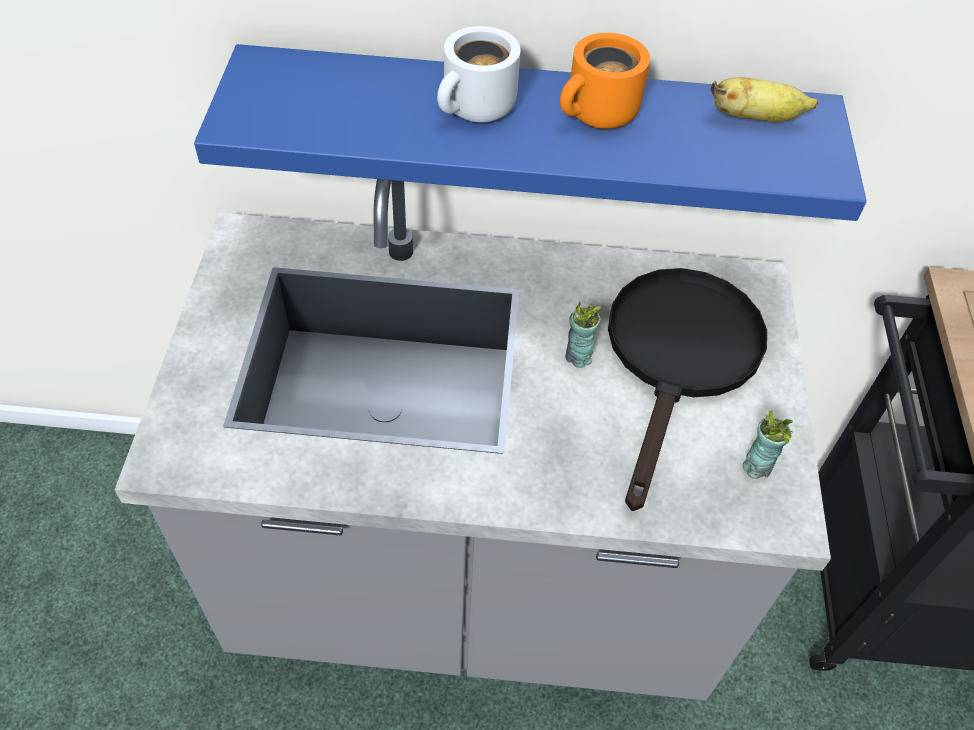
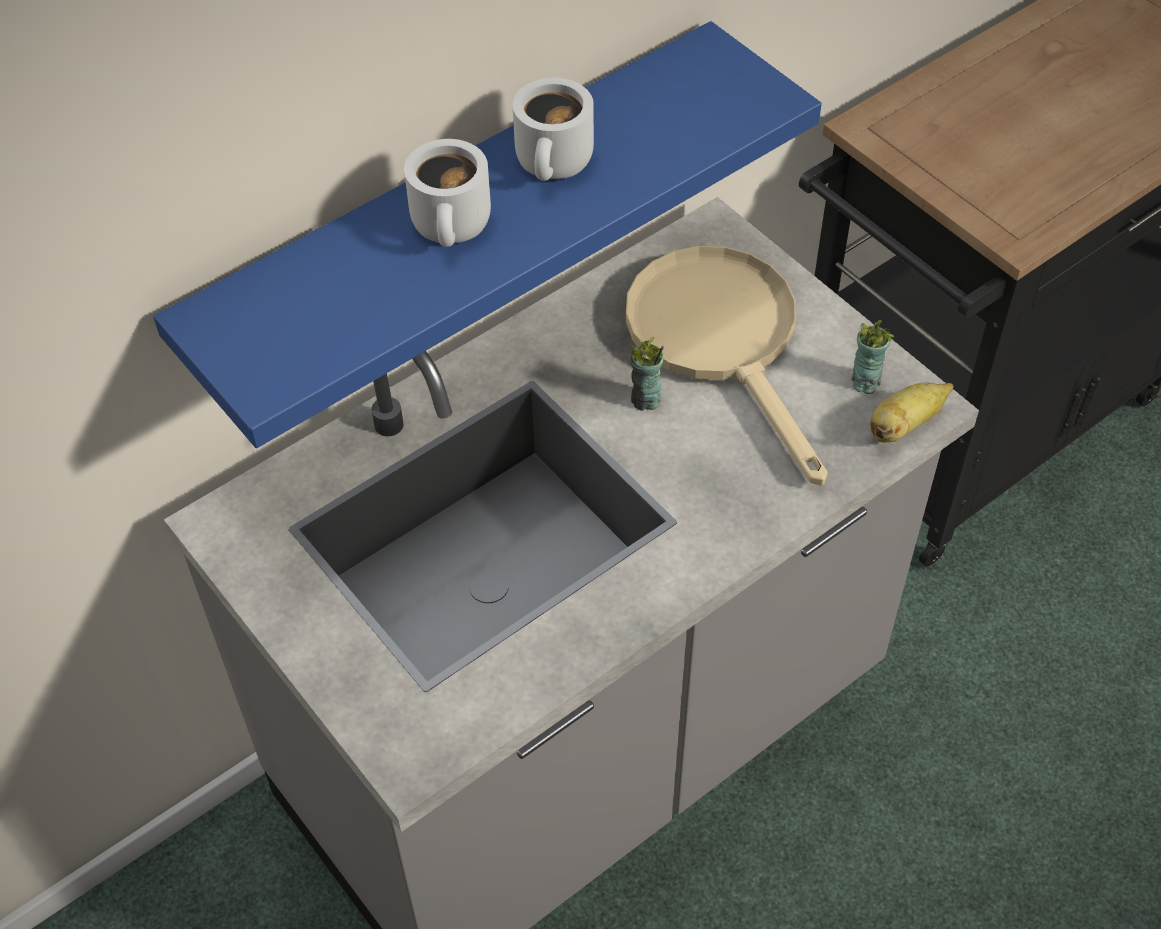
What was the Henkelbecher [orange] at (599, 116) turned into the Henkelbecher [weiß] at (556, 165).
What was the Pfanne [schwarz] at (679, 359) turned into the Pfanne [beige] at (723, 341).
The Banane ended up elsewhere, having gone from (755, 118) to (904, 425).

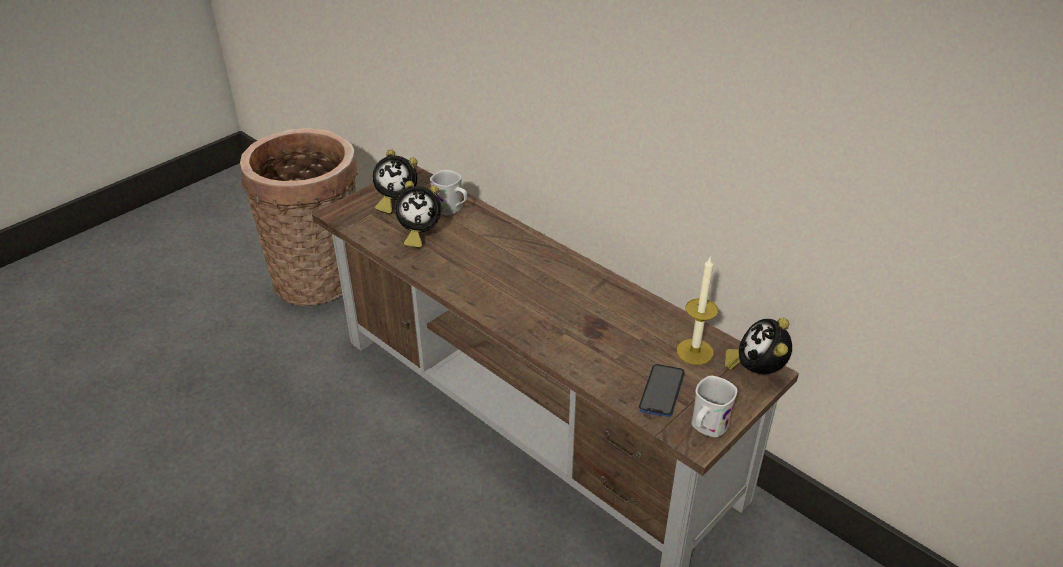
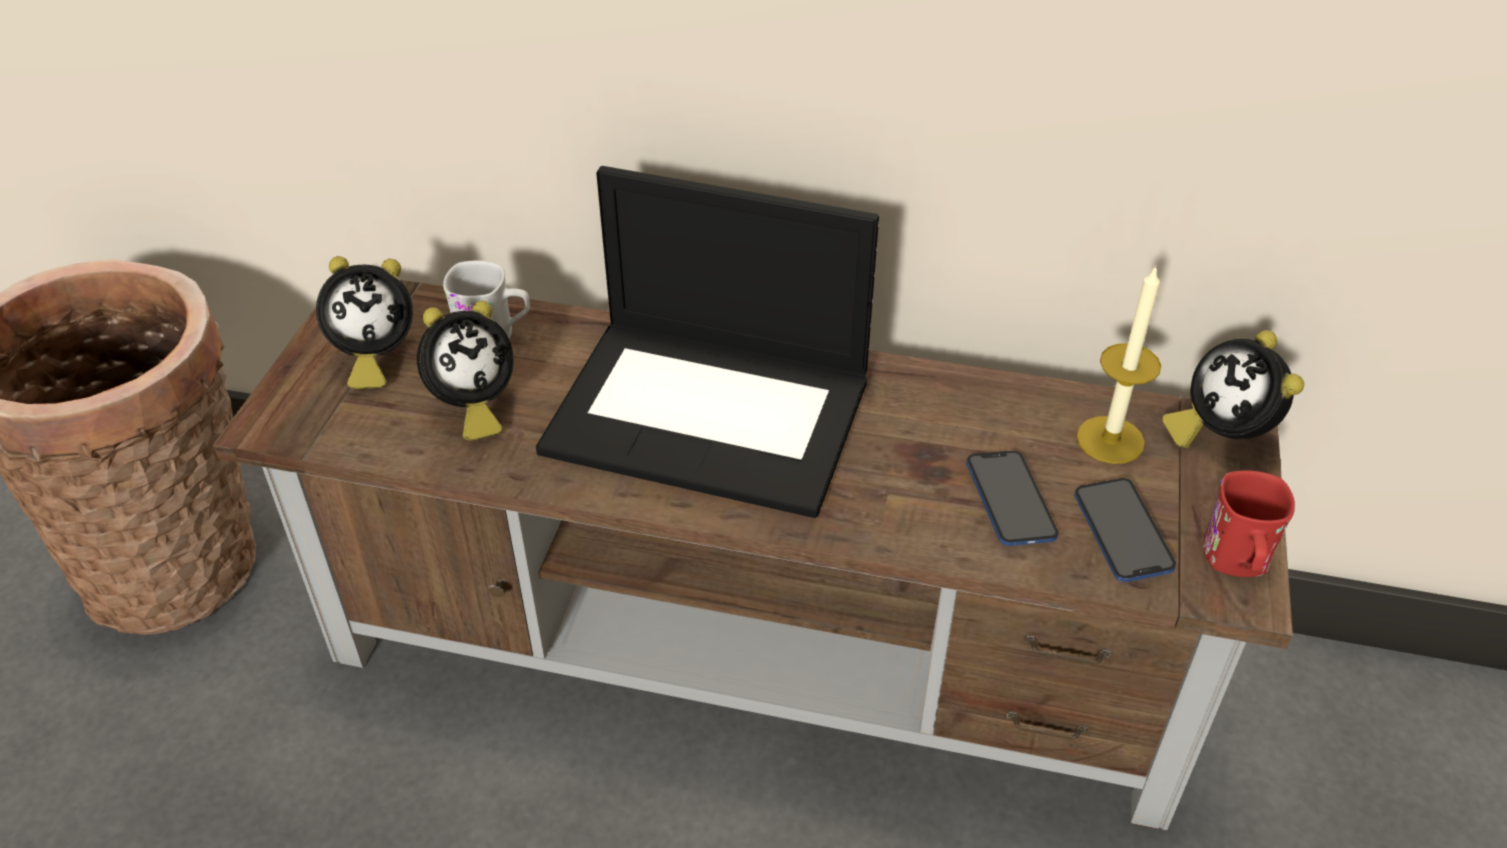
What was the Henkelbecher [weiß] at (707, 427) turned into the Henkelbecher [rot] at (1237, 563).
The second view gained the Laptop at (712, 414).
The second view gained the Handy at (1010, 500).

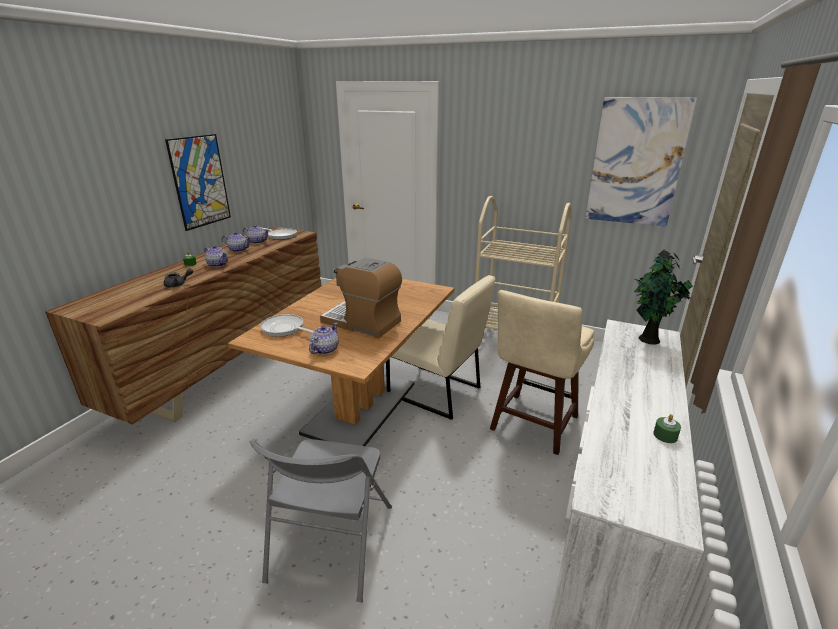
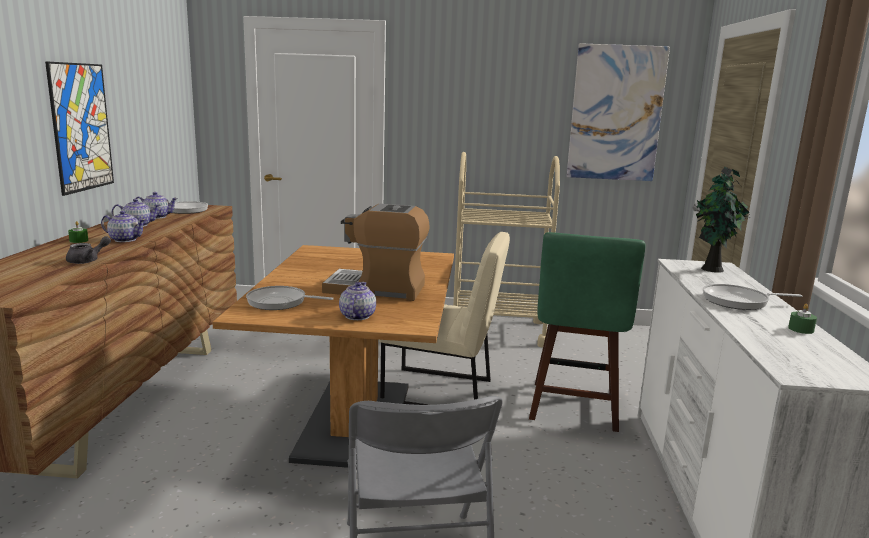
What was the Hocker [beige] at (533, 424) turned into the Hocker [grün] at (573, 408).
The second view gained the Pfanne at (739, 301).

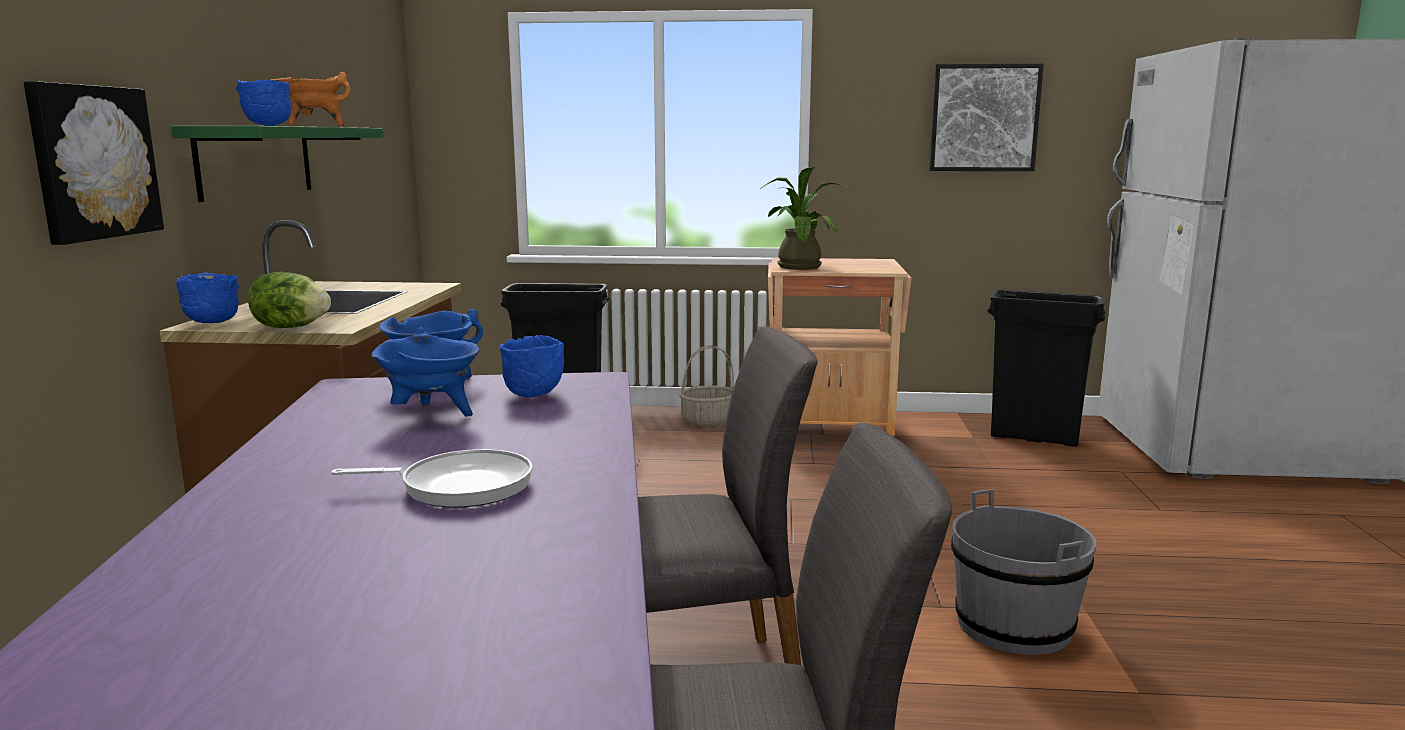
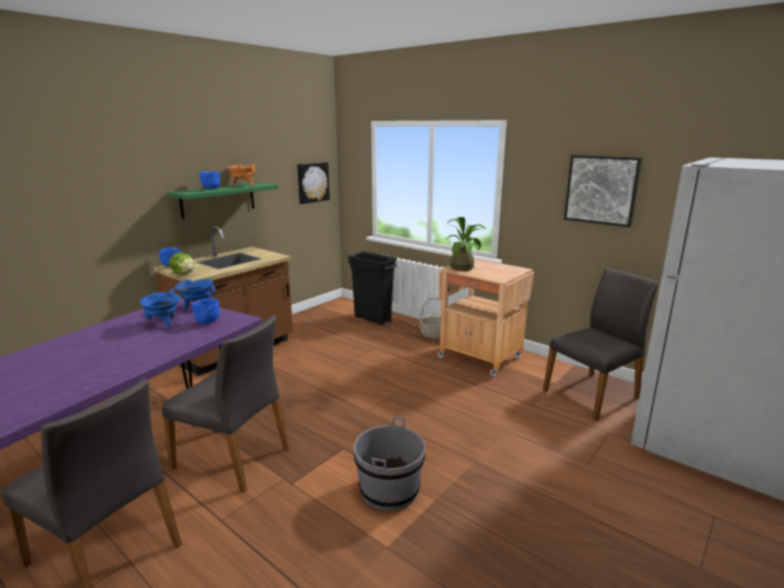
The Bild ended up elsewhere, having gone from (92, 162) to (312, 182).
The second view lost the Pfanne at (459, 487).
Where the Mülleimer [schwarz] stood at (1035, 438), the Stuhl [grau] came to stand at (592, 394).

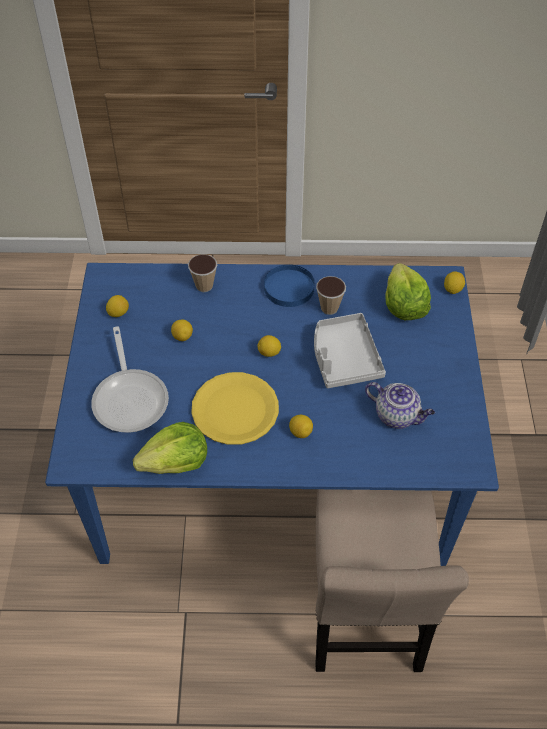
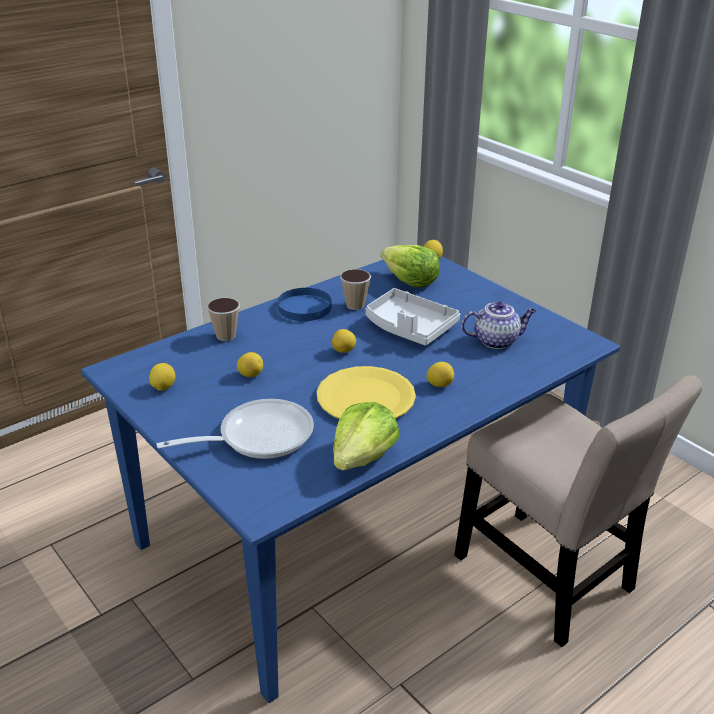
The Pfanne at (130, 398) ended up facing another way, 60 degrees counterclockwise from before.

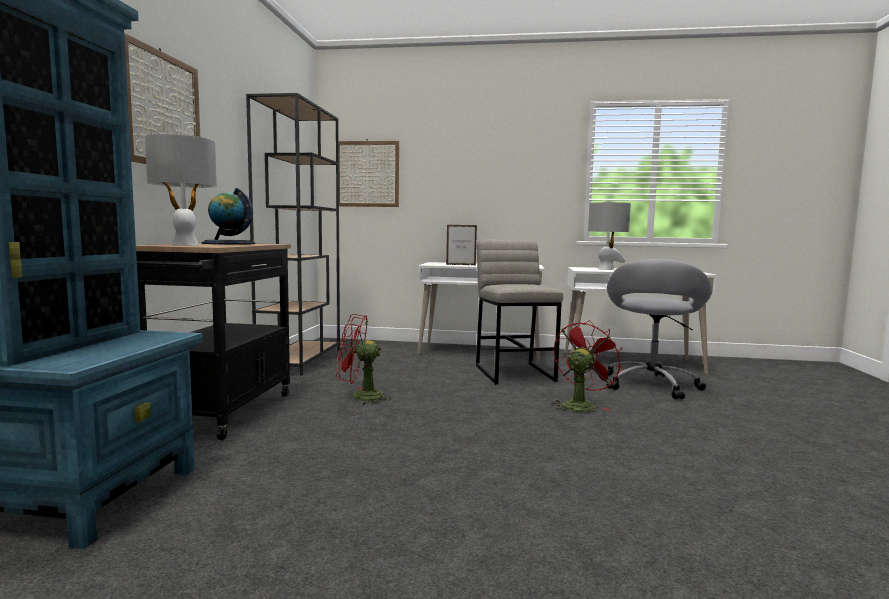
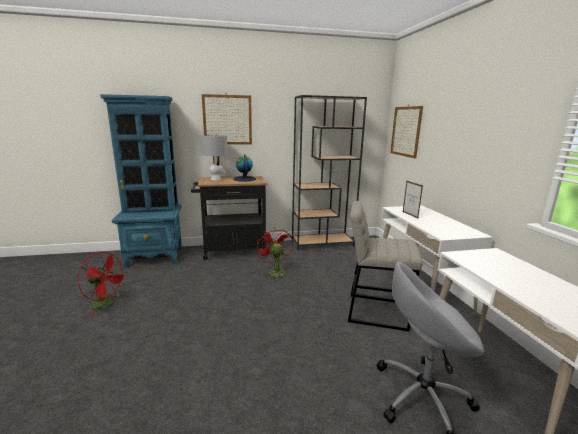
The Stuhl [grau] at (513, 372) ended up facing another way, 135 degrees counterclockwise from before.
The Ventilator [rot] ended up elsewhere, having gone from (580, 405) to (106, 304).
The second view lost the Tischlampe [grau] at (606, 269).

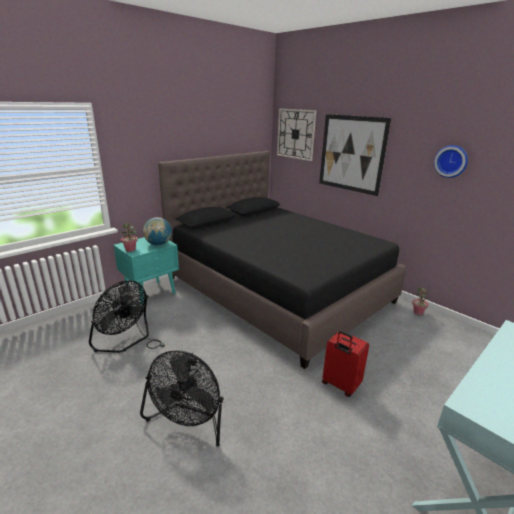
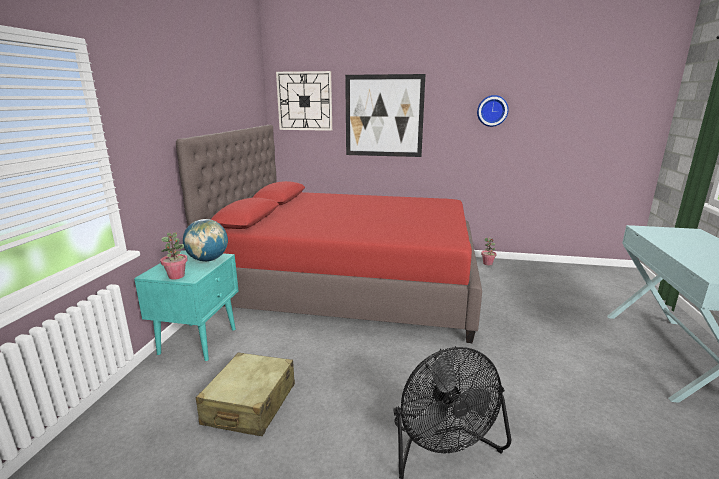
Where the Ventilator [schwarz] stood at (131, 340), the Koffer [beige] came to stand at (250, 404).
What was the Bett [schwarz] at (277, 289) turned into the Bett [rot] at (350, 284).
The second view lost the Koffer [rot] at (340, 385).

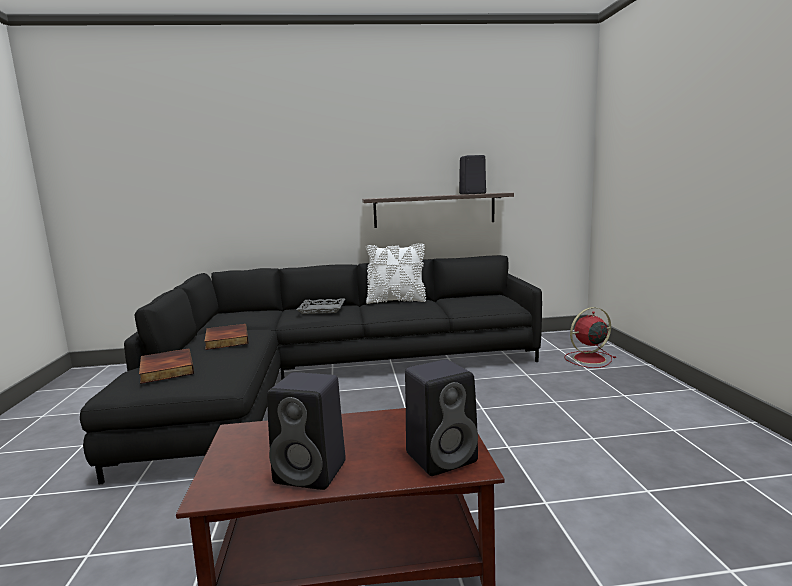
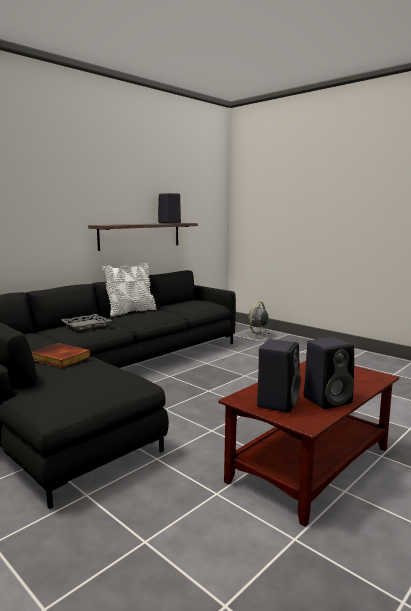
The second view lost the Buch at (165, 369).
The Lautsprecher [schwarz] ended up elsewhere, having gone from (443, 457) to (277, 403).
What was the Ventilator [rot] at (588, 359) turned into the Ventilator [grau] at (256, 337).

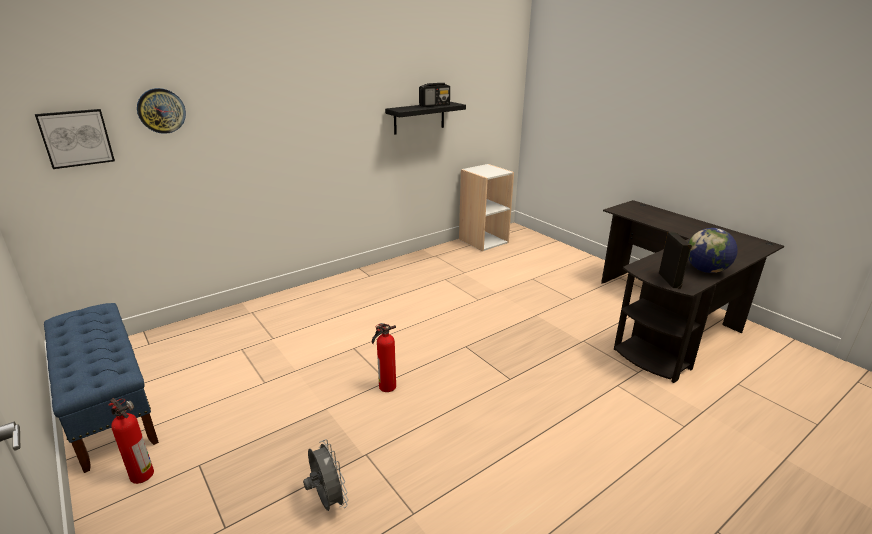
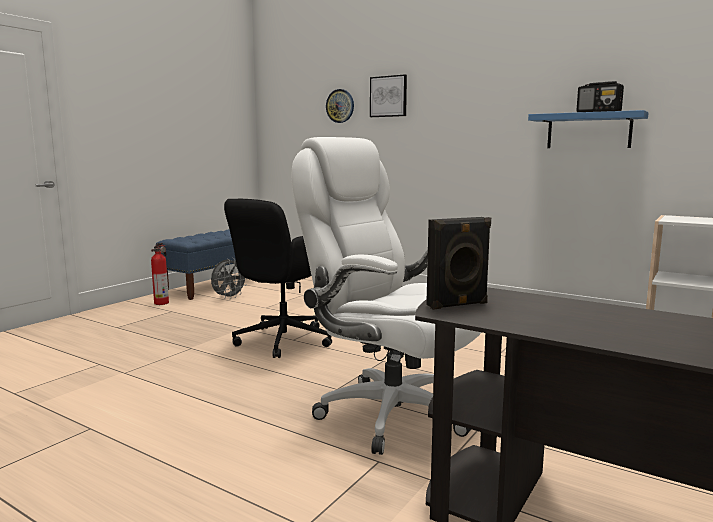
The Bild ended up elsewhere, having gone from (76, 138) to (388, 96).
The Ventilator [grau] ended up elsewhere, having gone from (327, 500) to (229, 297).
Where the Feuerlöscher stood at (386, 387), the Bürostuhl [schwarz] came to stand at (284, 340).
What was the Wandregal [schwarz] at (419, 118) turned into the Wandregal [blau] at (588, 131).
The second view lost the Globus at (706, 270).
The second view gained the Bürostuhl [weiß] at (389, 413).

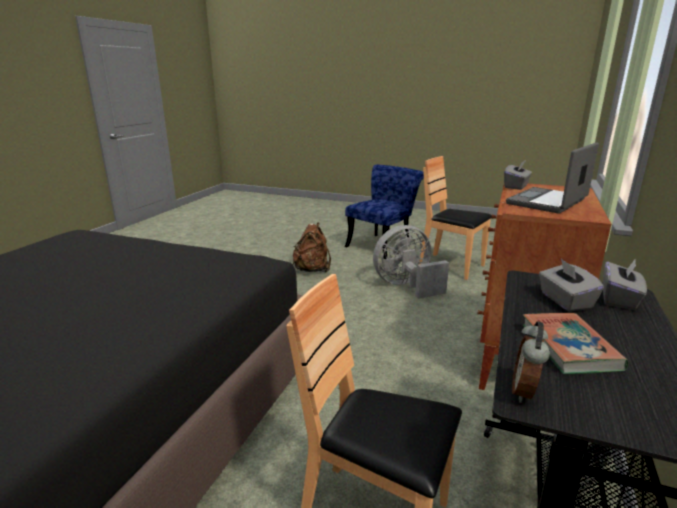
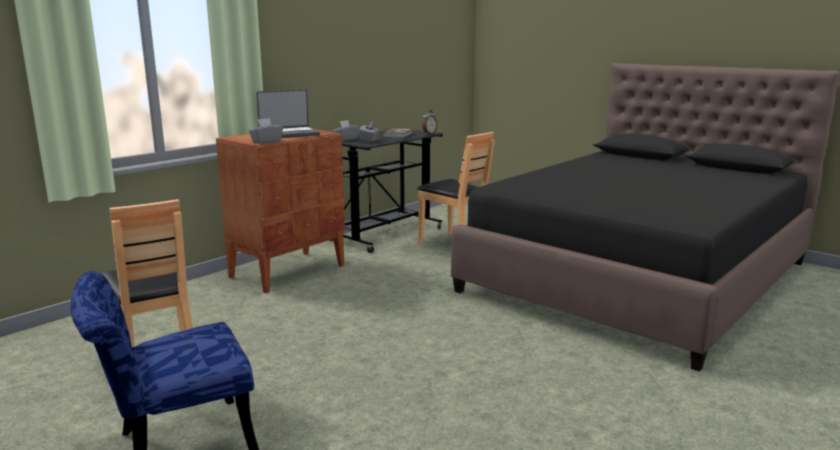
The second view lost the Rucksack [braun] at (312, 270).
The second view lost the Ventilator [grau] at (406, 286).

